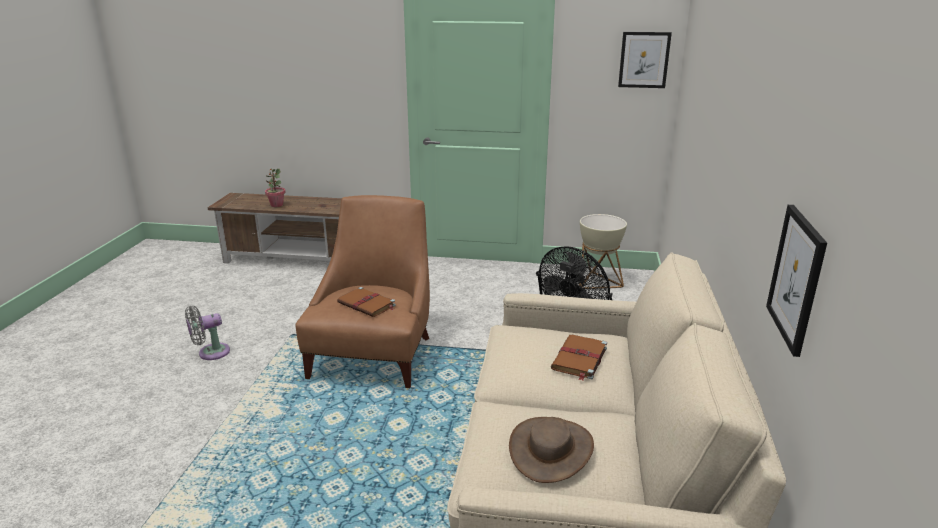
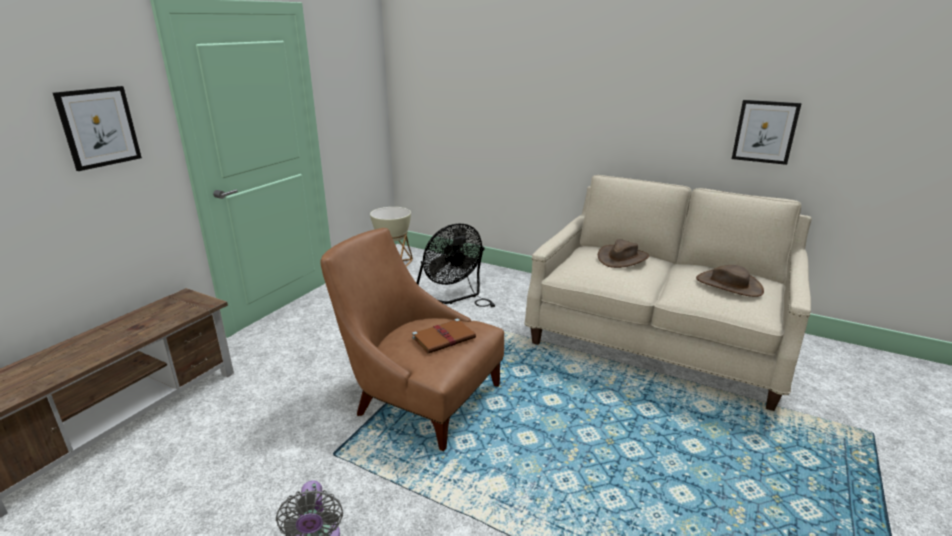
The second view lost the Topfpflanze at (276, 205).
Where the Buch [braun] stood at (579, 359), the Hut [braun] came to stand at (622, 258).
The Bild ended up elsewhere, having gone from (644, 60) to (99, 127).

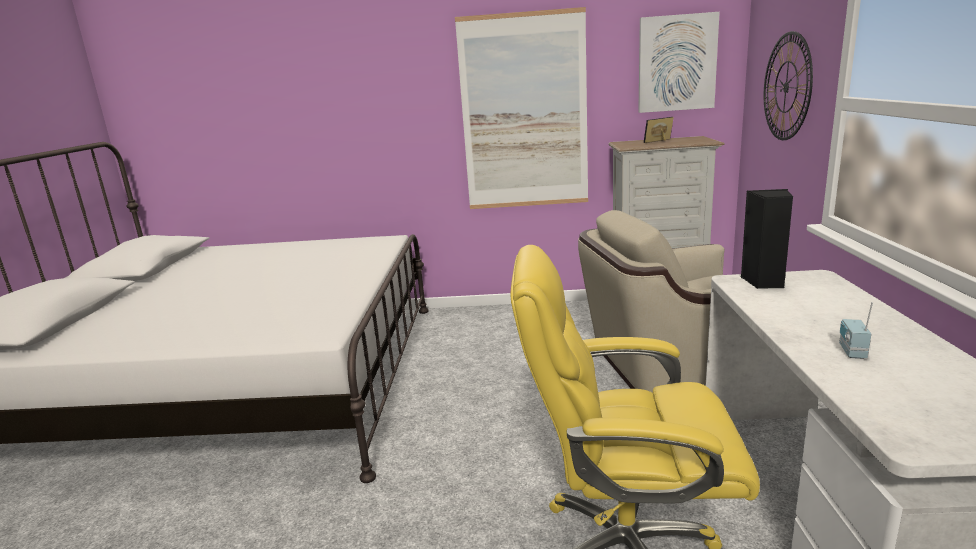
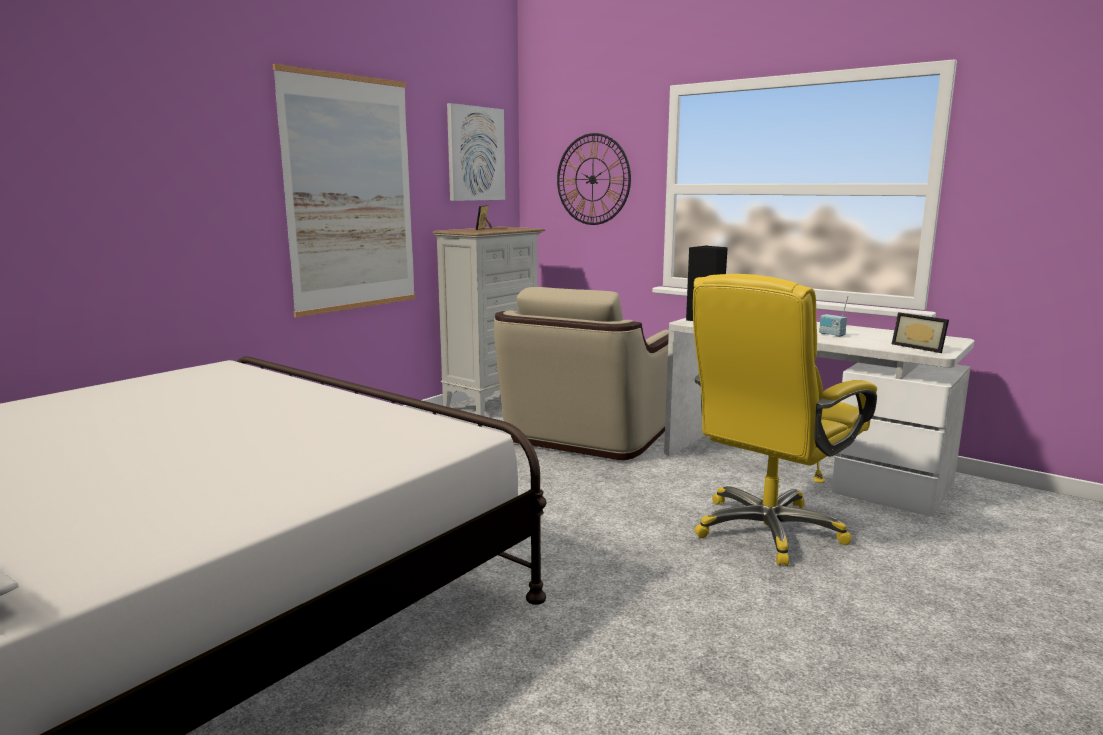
The second view gained the Bilderrahmen at (920, 347).

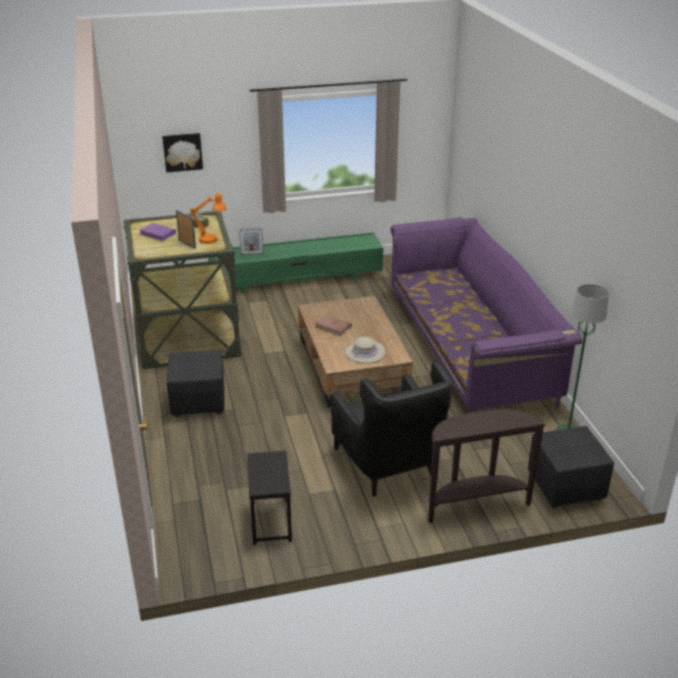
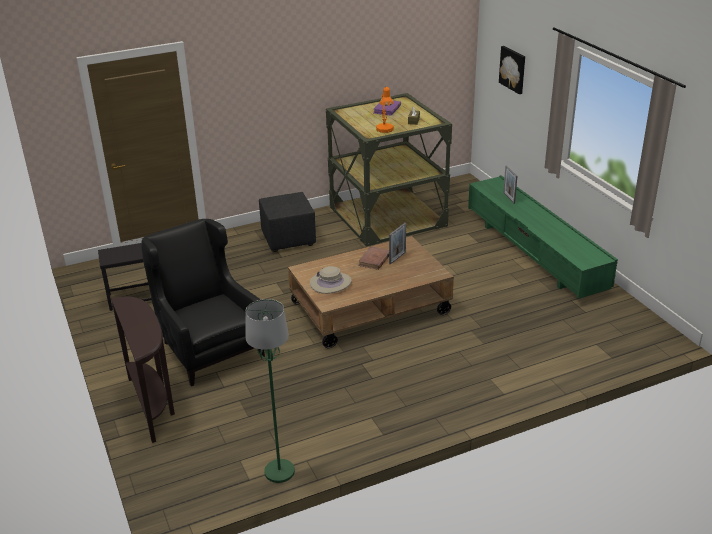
The Bilderrahmen ended up elsewhere, having gone from (187, 244) to (397, 258).
The Sessel [schwarz] at (389, 465) ended up facing another way, 90 degrees clockwise from before.
The second view lost the Sofa [lila] at (469, 347).
The second view lost the Polsterhocker [schwarz] at (565, 487).

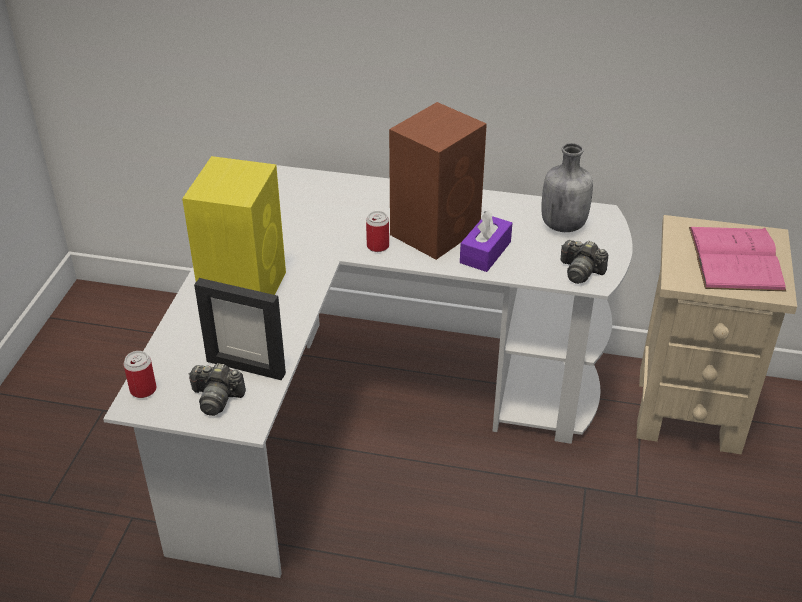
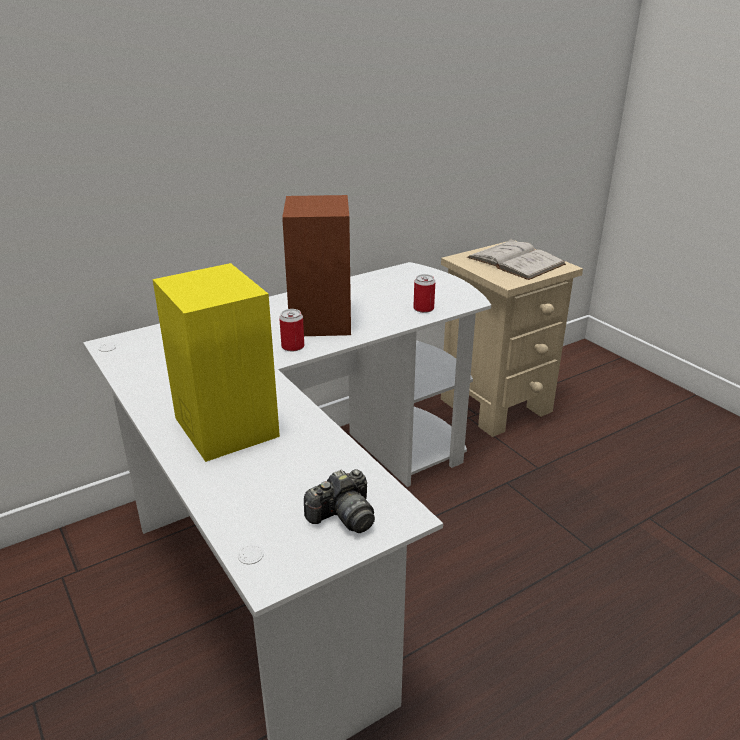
The Dose ended up elsewhere, having gone from (143, 390) to (423, 309).
The second view lost the Bilderrahmen at (246, 366).
The second view lost the Taschentuchbox [lila] at (485, 252).
The second view lost the Flasche [grau] at (563, 225).
The second view lost the Kamera at (580, 271).
What was the Buch [rosa] at (735, 258) turned into the Buch [weiß] at (515, 261).

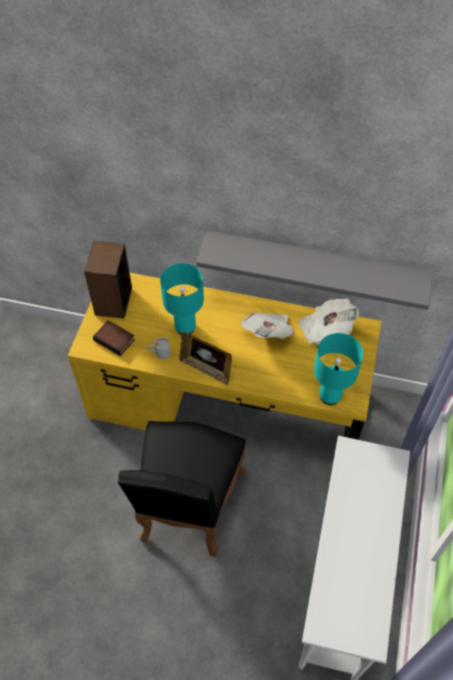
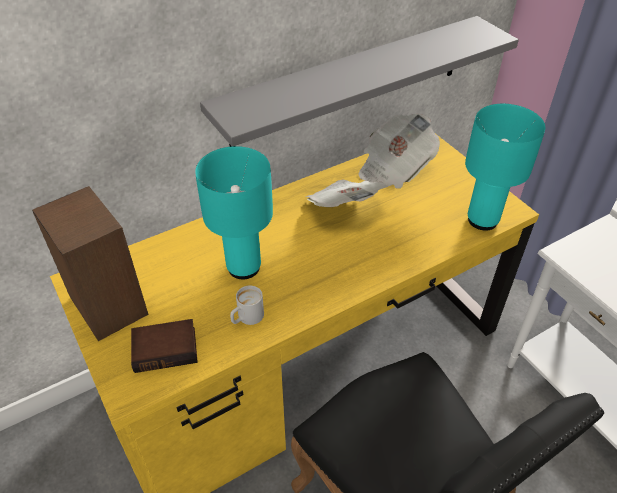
The second view lost the Bilderrahmen at (206, 369).

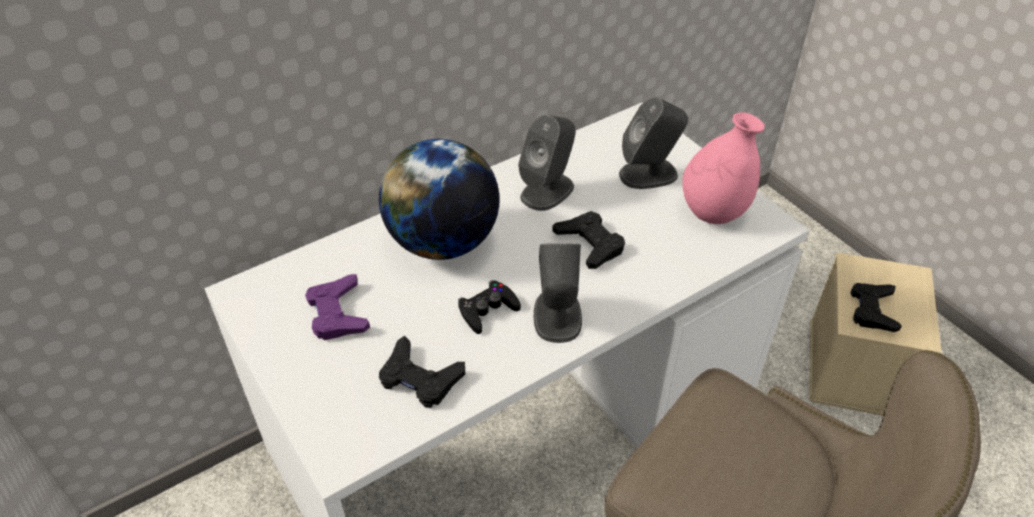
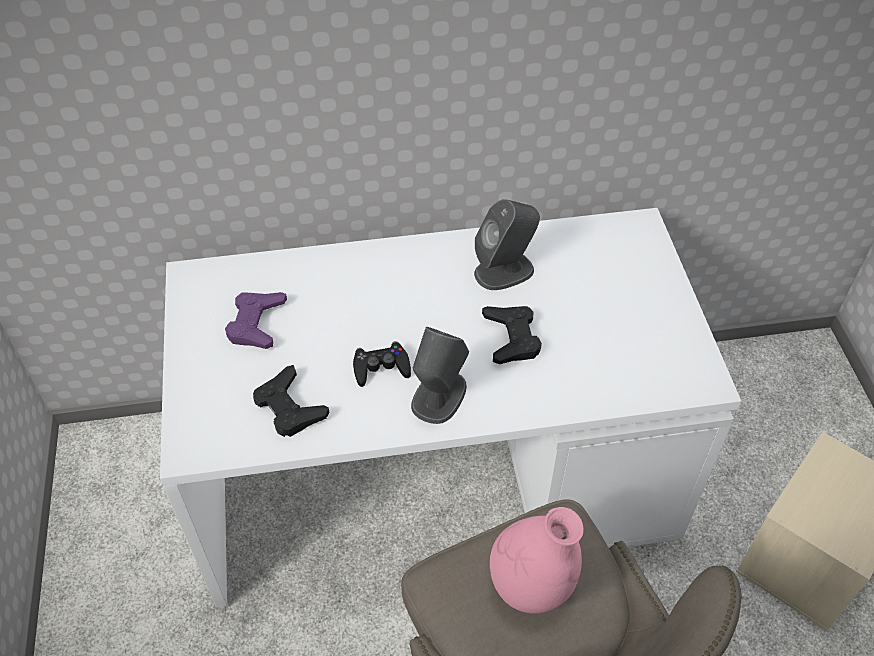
The second view lost the Globus at (443, 242).
The second view lost the Lautsprecher [grau] at (649, 174).
The Vase [rosa] ended up elsewhere, having gone from (714, 212) to (531, 585).
The second view lost the Gamepad [schwarz] at (872, 310).

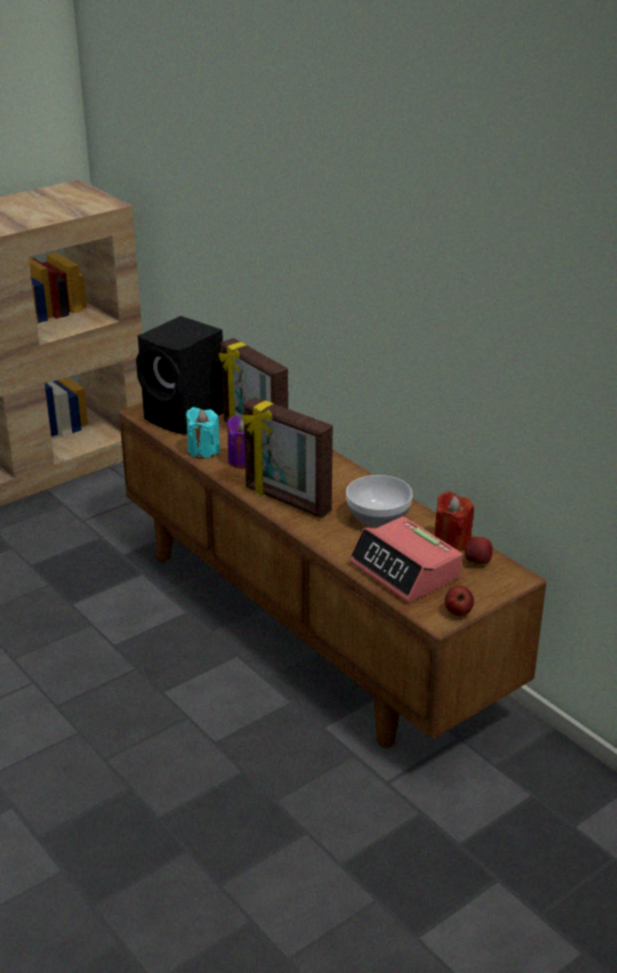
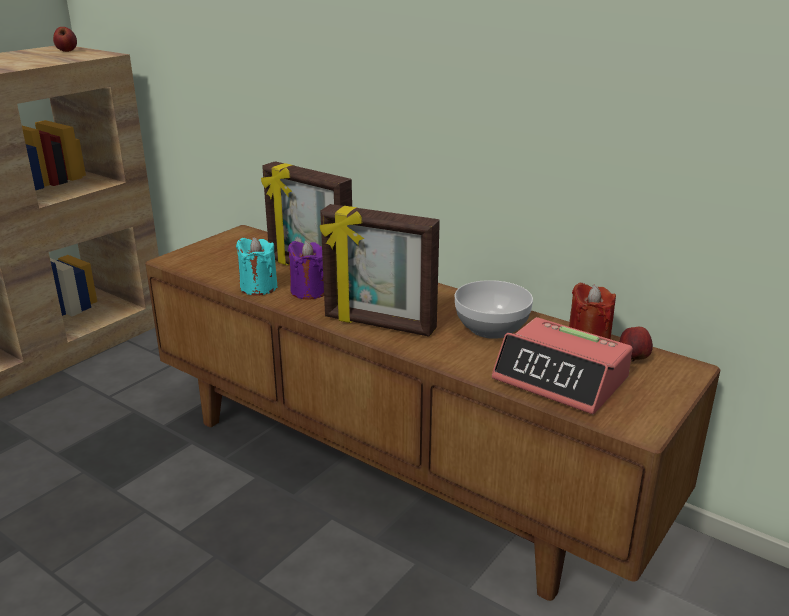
The second view lost the Lautsprecher [schwarz] at (186, 417).
The Apfel ended up elsewhere, having gone from (458, 612) to (67, 51).

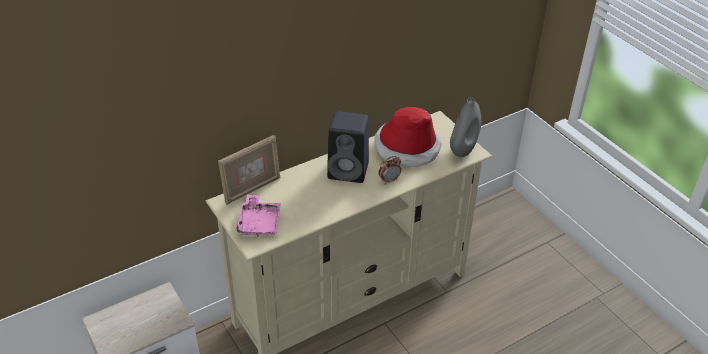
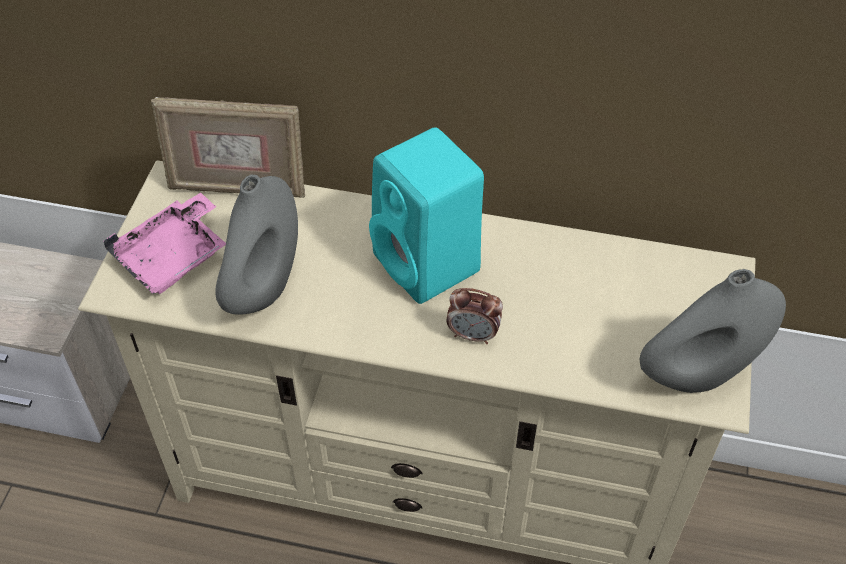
What was the Lautsprecher [schwarz] at (349, 170) turned into the Lautsprecher [türkis] at (429, 265).
The second view lost the Hut at (406, 148).
The second view gained the Vase [grau] at (264, 288).

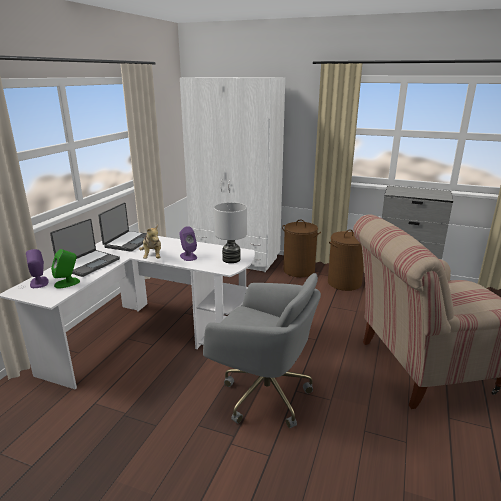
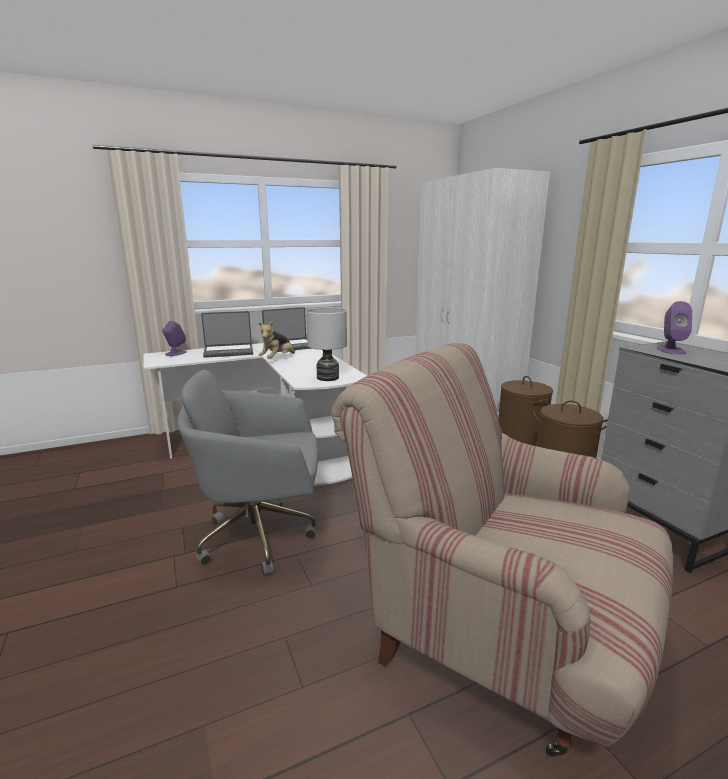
The second view lost the Lautsprecher [grün] at (67, 283).
The Lautsprecher [lila] ended up elsewhere, having gone from (188, 256) to (670, 350).
The Bürostuhl [grau] at (262, 395) ended up facing another way, 105 degrees clockwise from before.

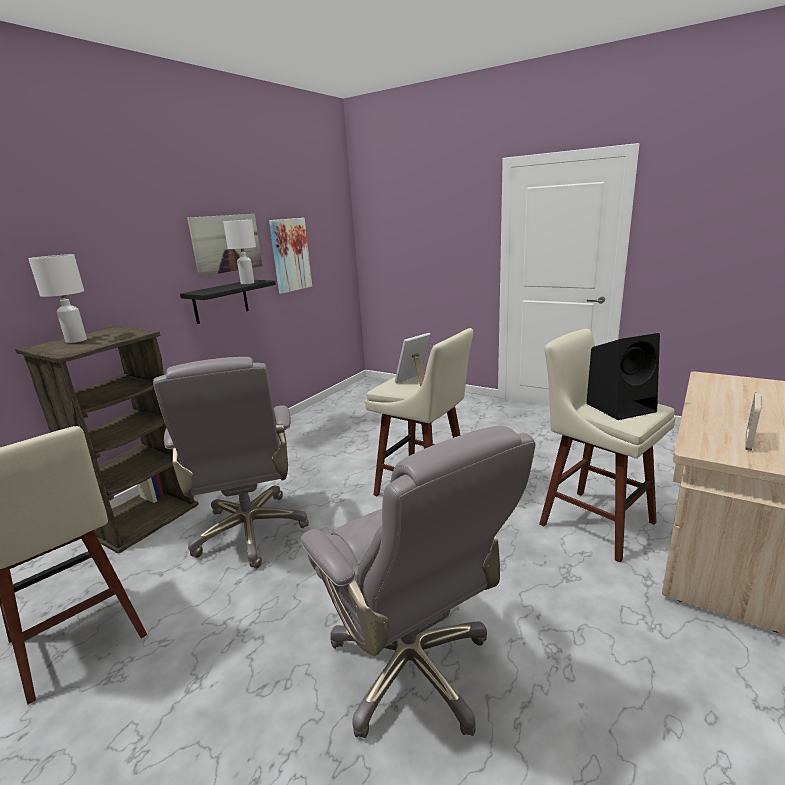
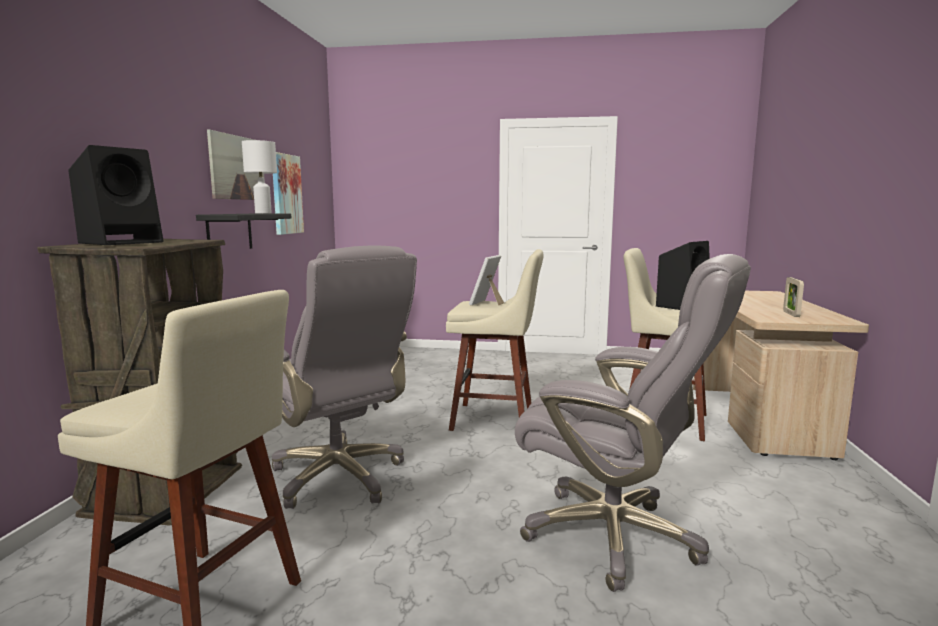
Where the Tischlampe [weiß] stood at (77, 340), the Lautsprecher [schwarz] came to stand at (123, 242).

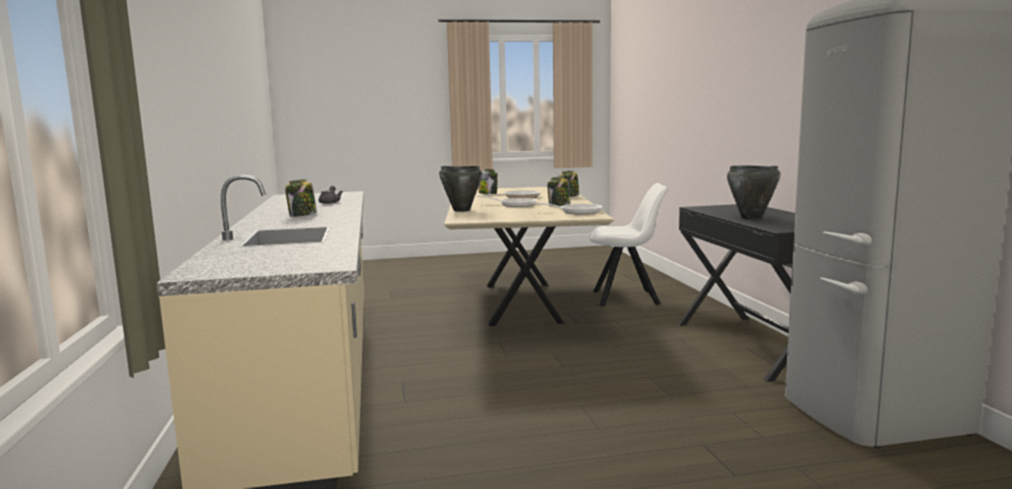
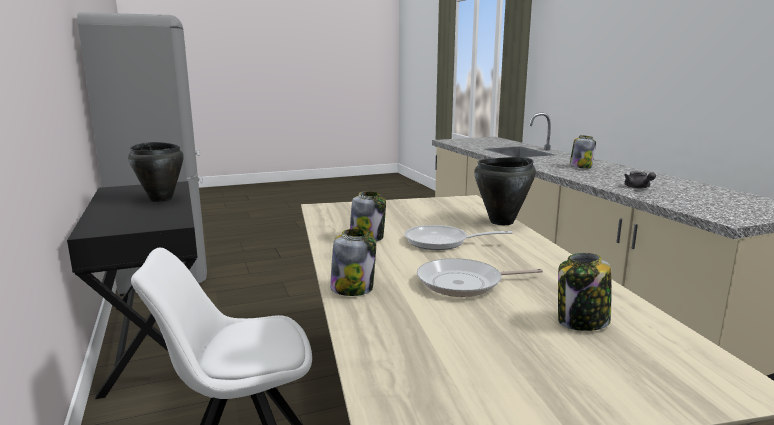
The second view lost the Pfanne at (576, 211).

